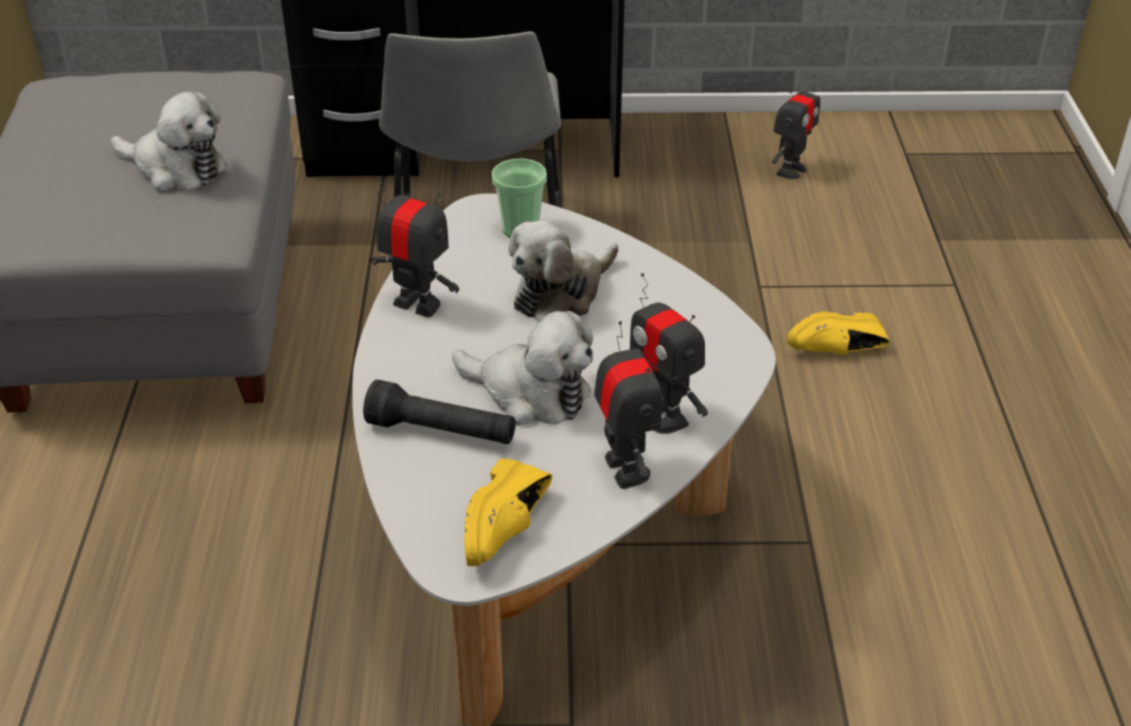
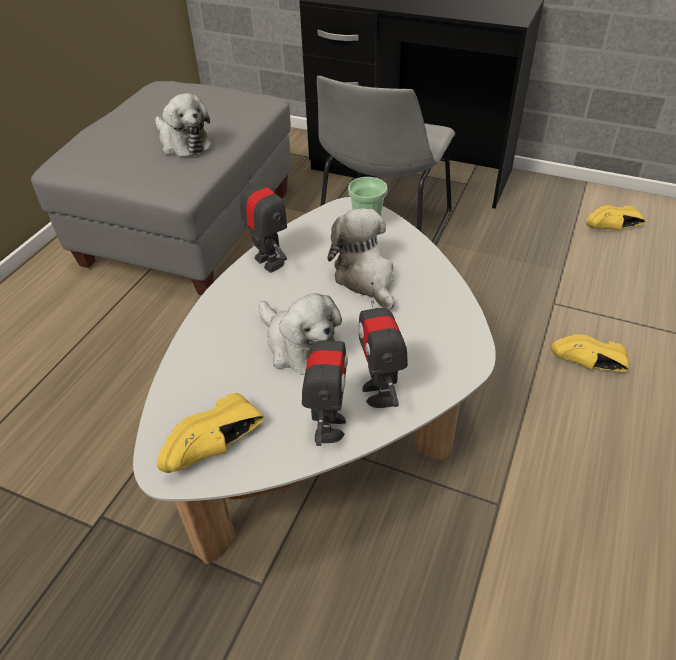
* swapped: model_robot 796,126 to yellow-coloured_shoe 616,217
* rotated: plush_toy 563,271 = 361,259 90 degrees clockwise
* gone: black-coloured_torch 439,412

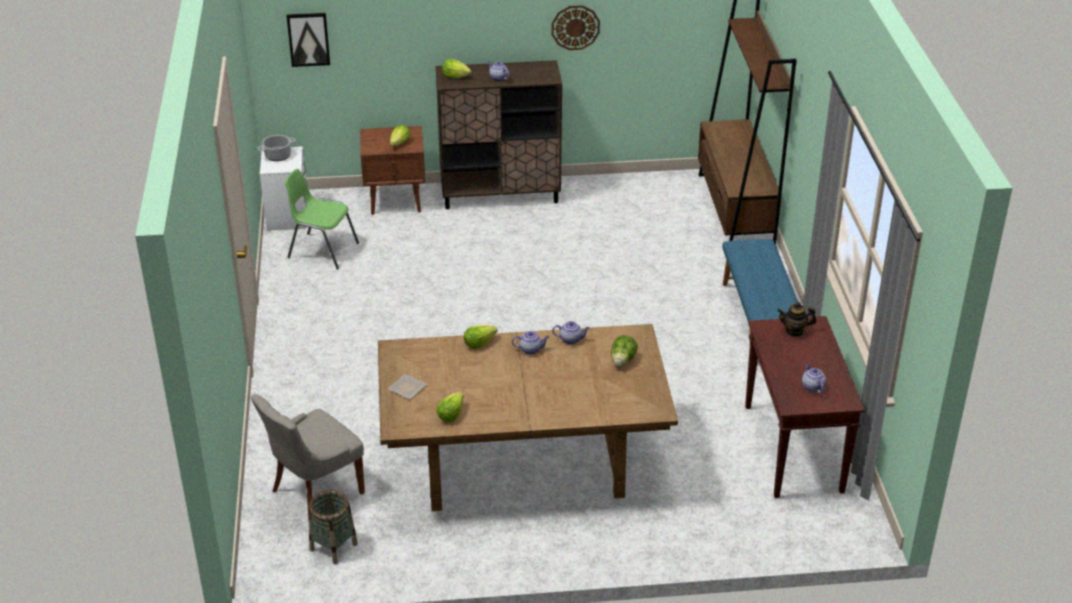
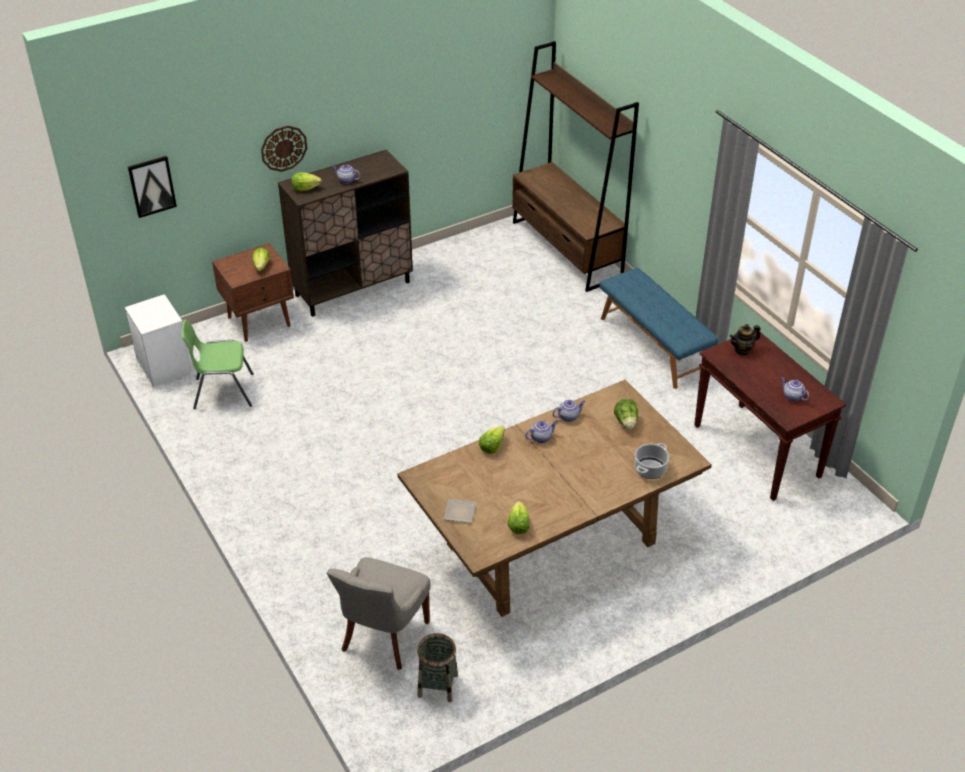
* shifted: hanging_clock 576,27 to 284,149
* shifted: cooking_pot 276,148 to 652,461

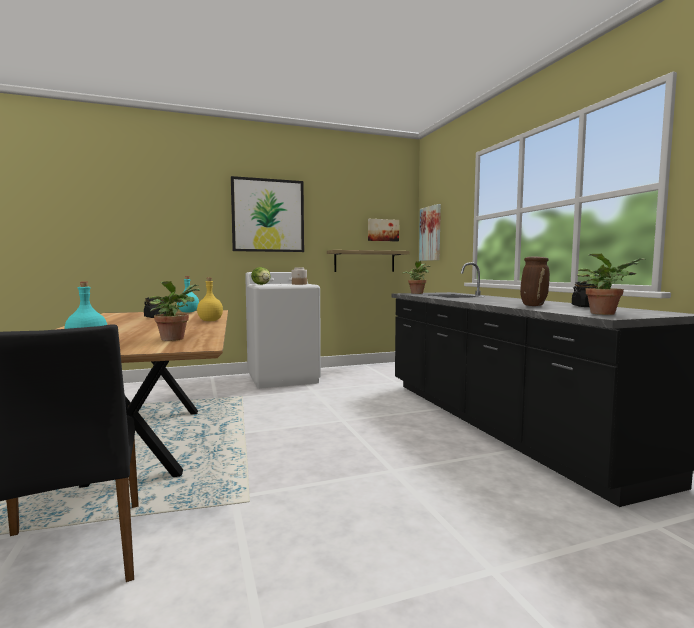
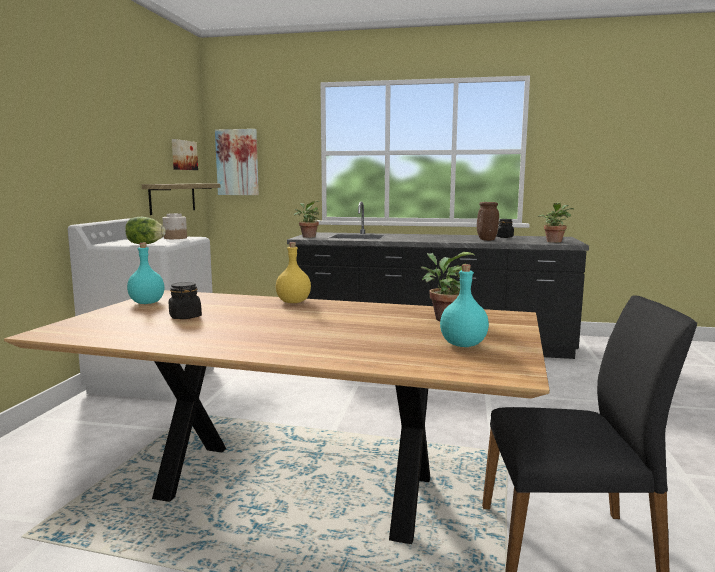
* gone: picture 267,214

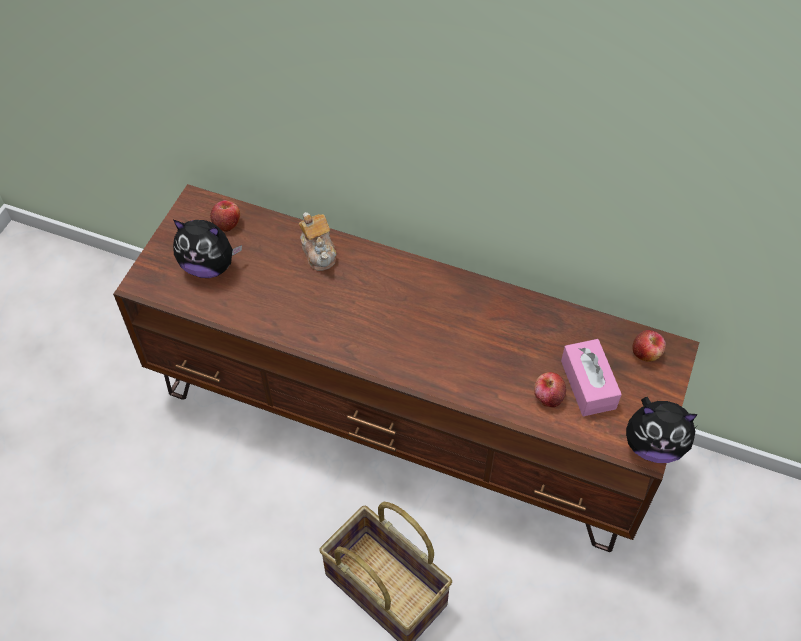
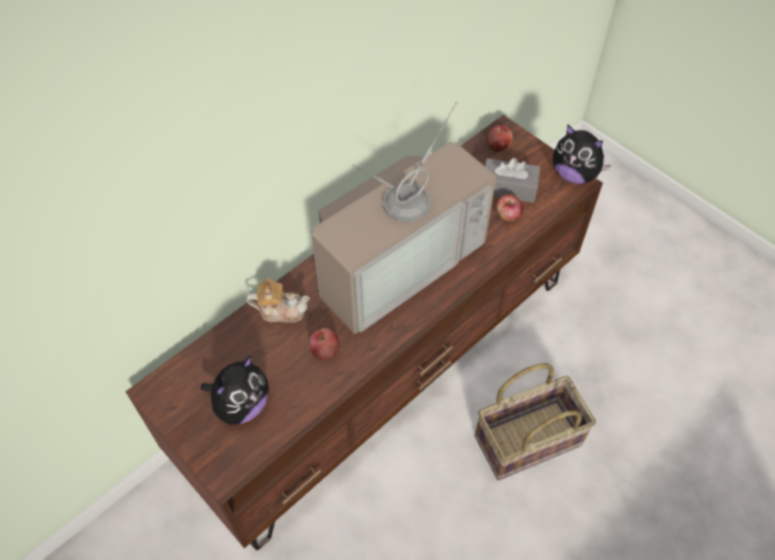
* shifted: whole_apple 225,216 to 324,344
* repainted: pink_tissue_box 591,377 to gray_tissue_box 512,180
* rotated: plush_toy 662,430 = 582,154 90 degrees clockwise
* new: TV_set 403,218

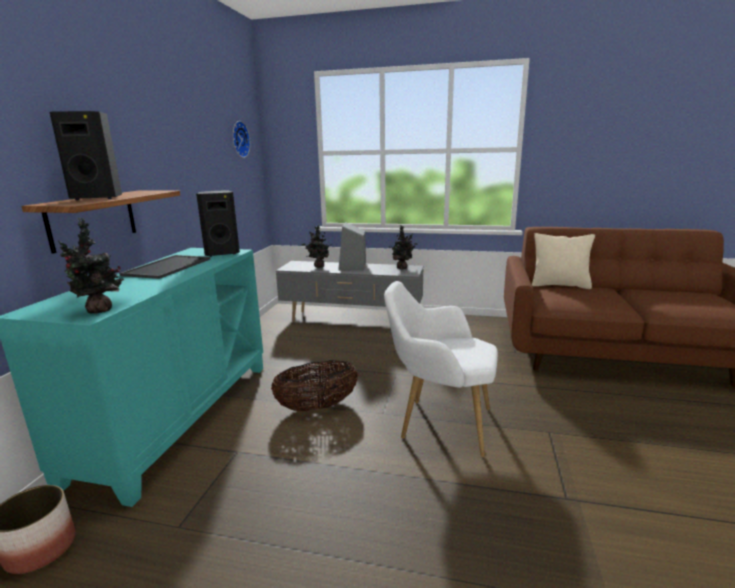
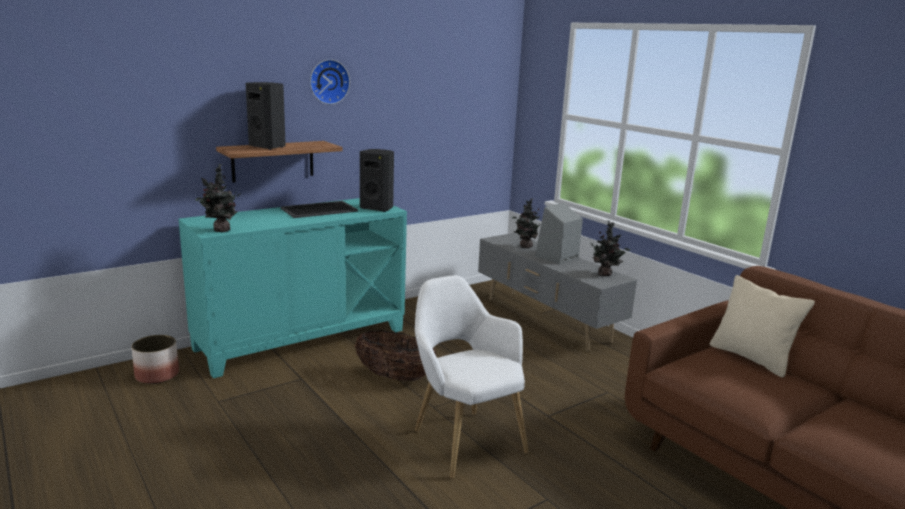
* shifted: hanging_clock 242,139 to 330,82

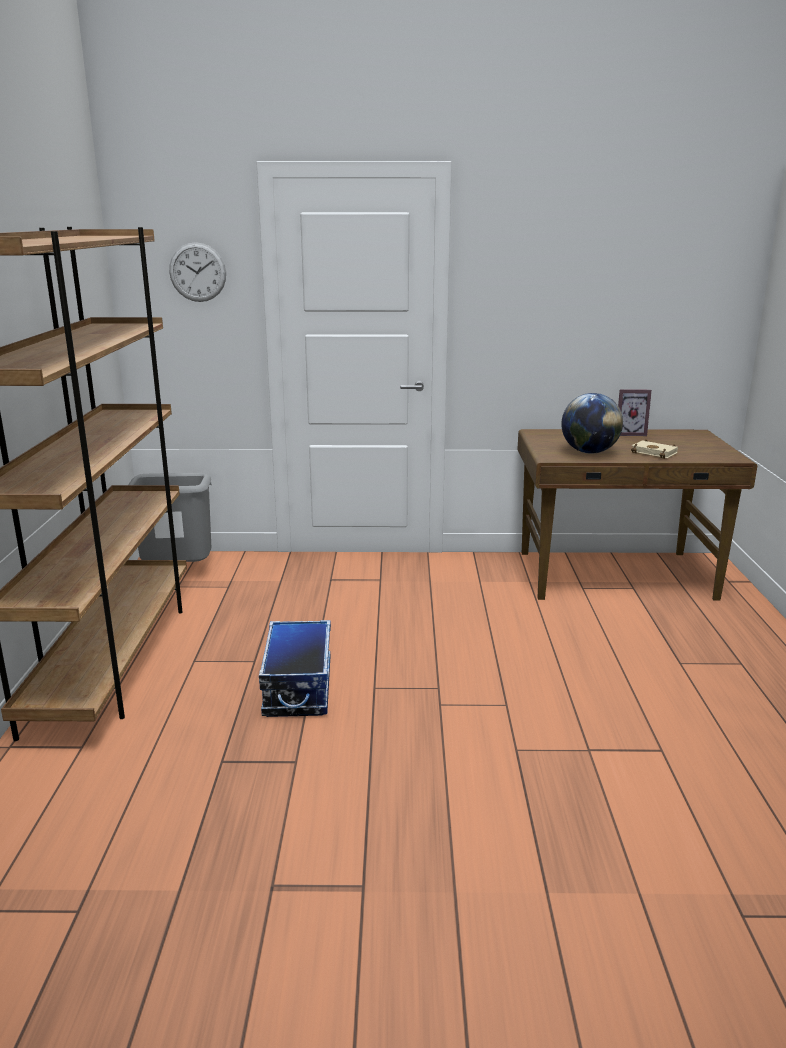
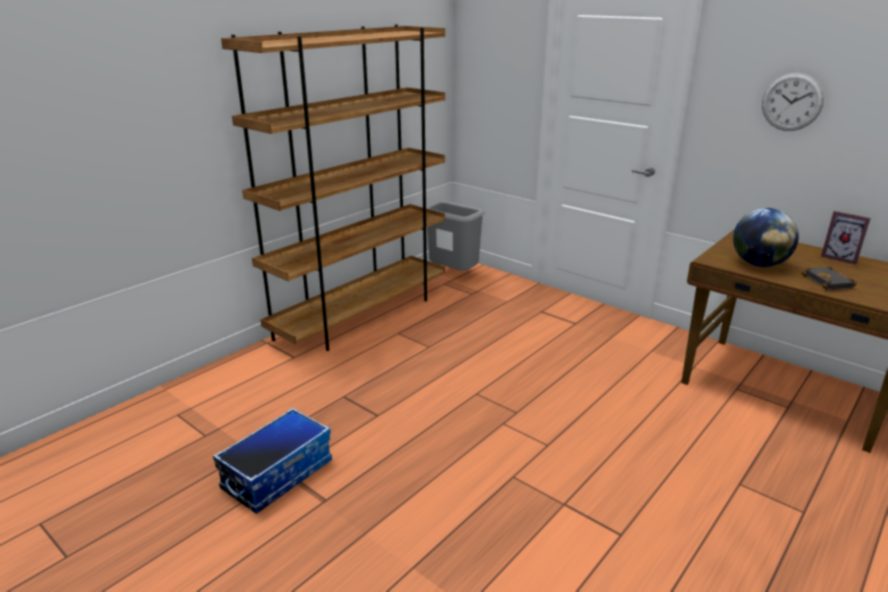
* shifted: hanging_clock 197,272 to 793,102
* repainted: beige-coloured_volume 654,449 to black-coloured_volume 829,278
* shifted: storage_box 295,668 to 272,461

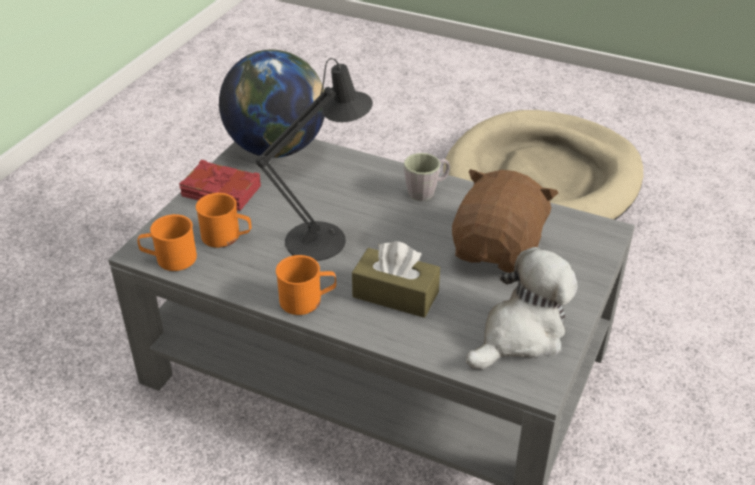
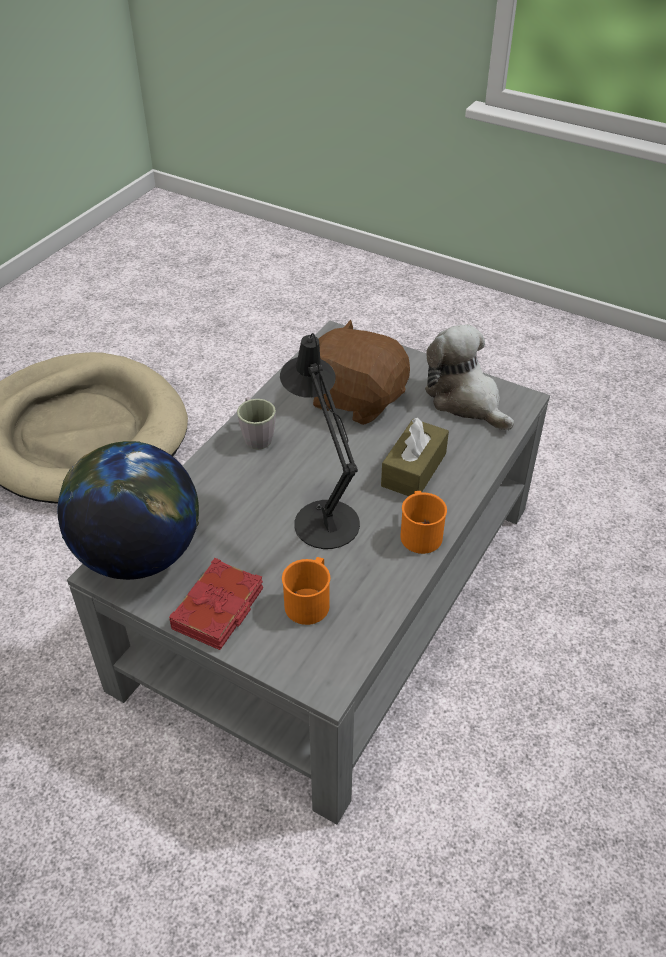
* gone: orange-coloured_coffee_mug 167,242

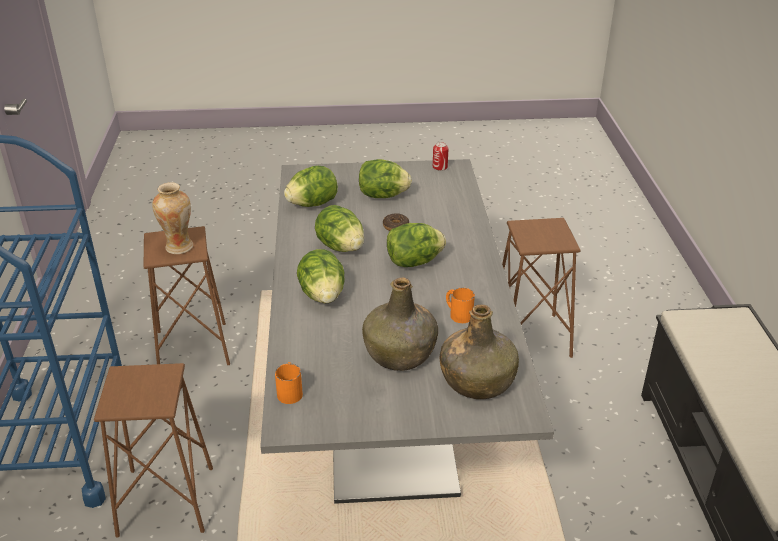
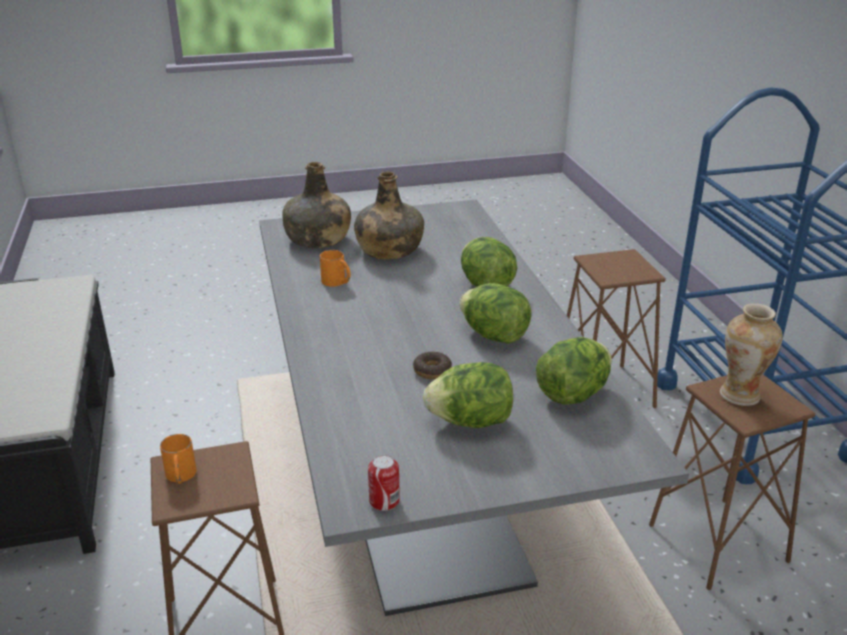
* gone: lettuce_head 416,245
* shifted: orange-coloured_coffee_mug 289,383 to 178,459

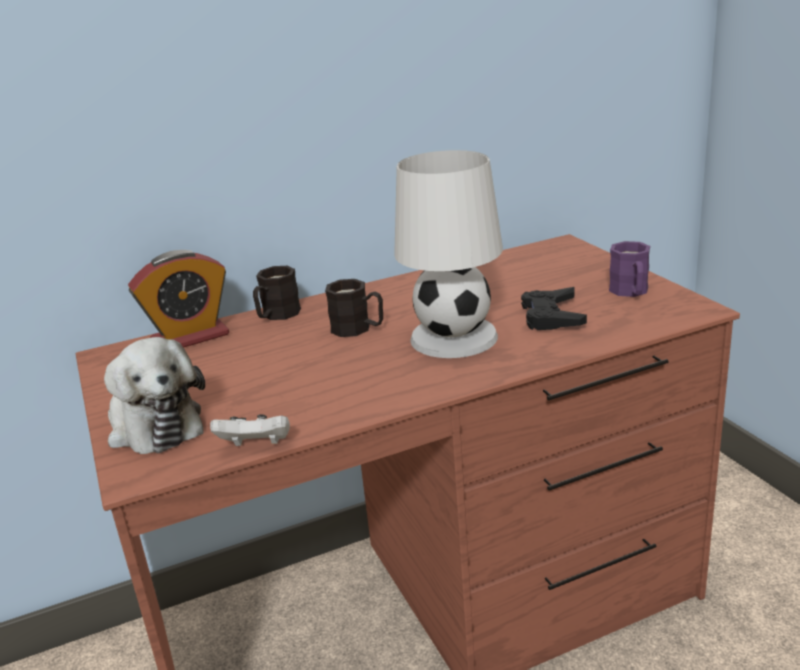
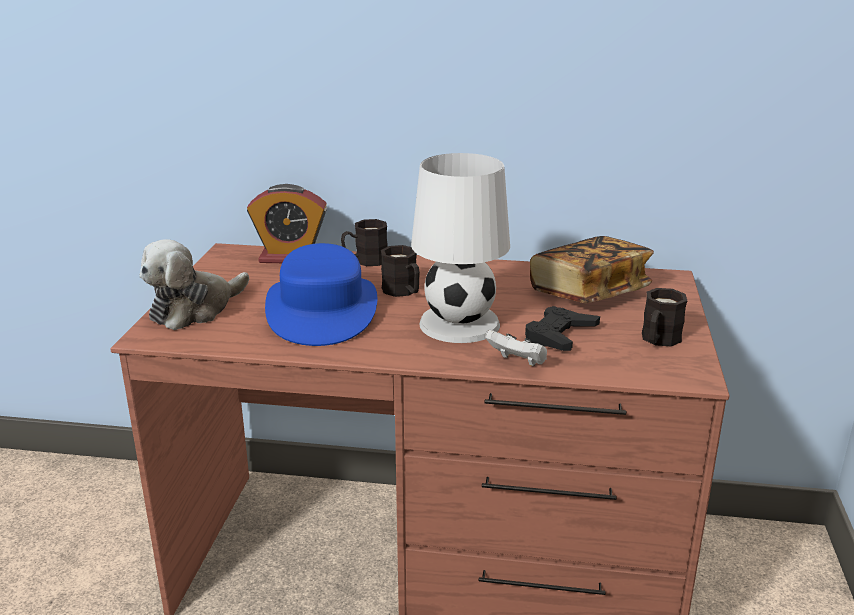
* repainted: purplish_coffee_mug 629,269 to black-coloured_coffee_mug 664,317
* rotated: plush_toy 154,395 = 194,284 45 degrees clockwise
* shifted: whitish_gamepad 250,430 to 516,348
* new: volume 592,269
* new: blue-coloured_wearable_hat 321,294

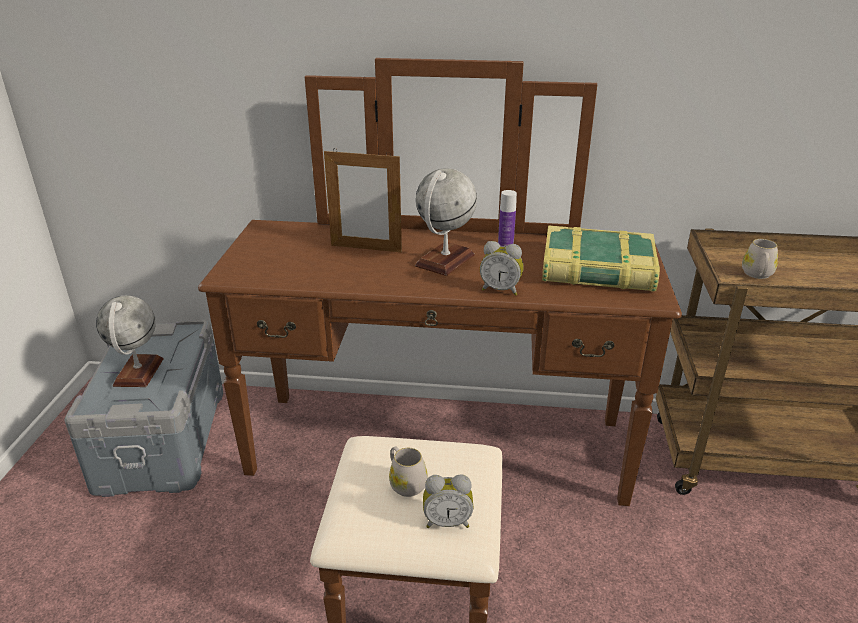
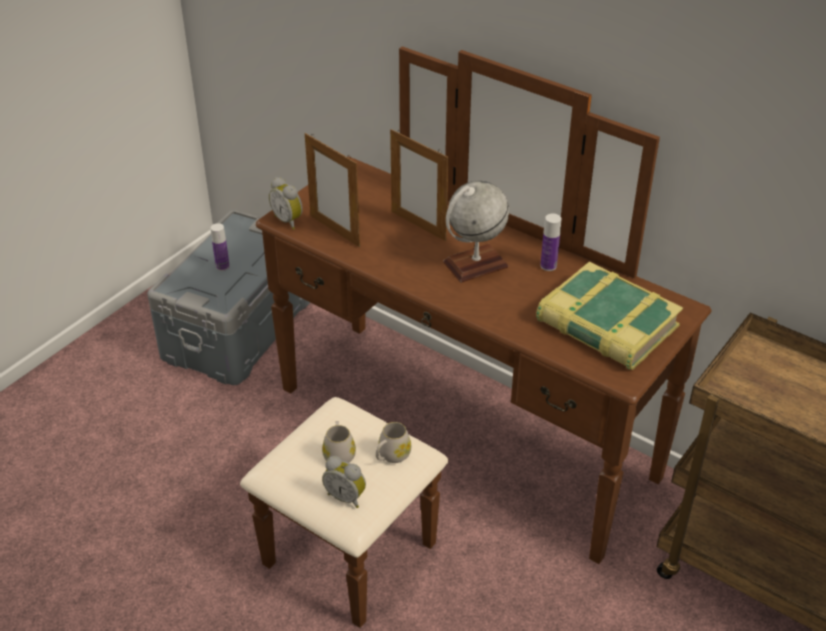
* shifted: whitish_coffee_mug 760,259 to 393,442
* shifted: bedside_clock 502,268 to 286,203
* swapped: globe 129,341 to bottle 220,247
* new: picture_frame 332,190

